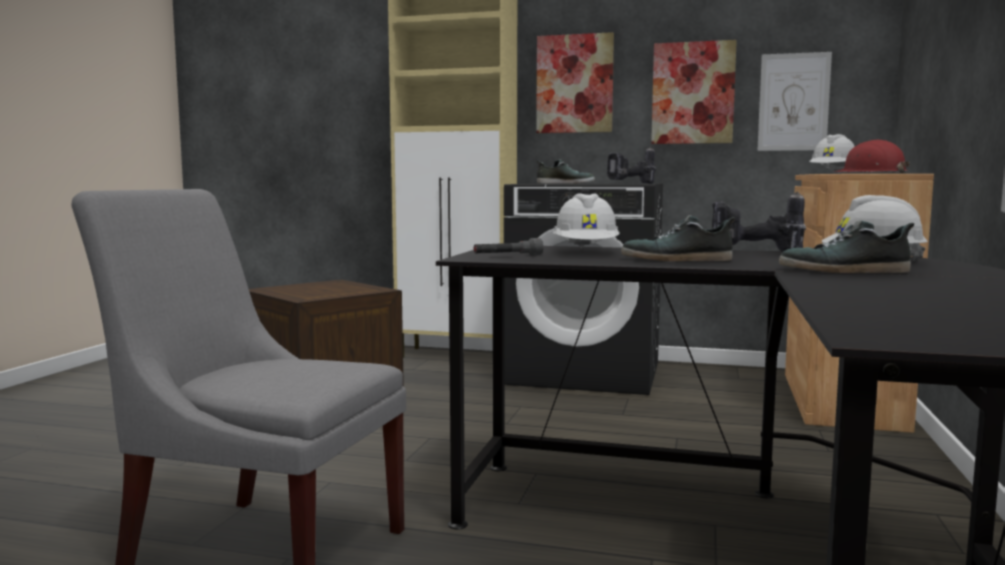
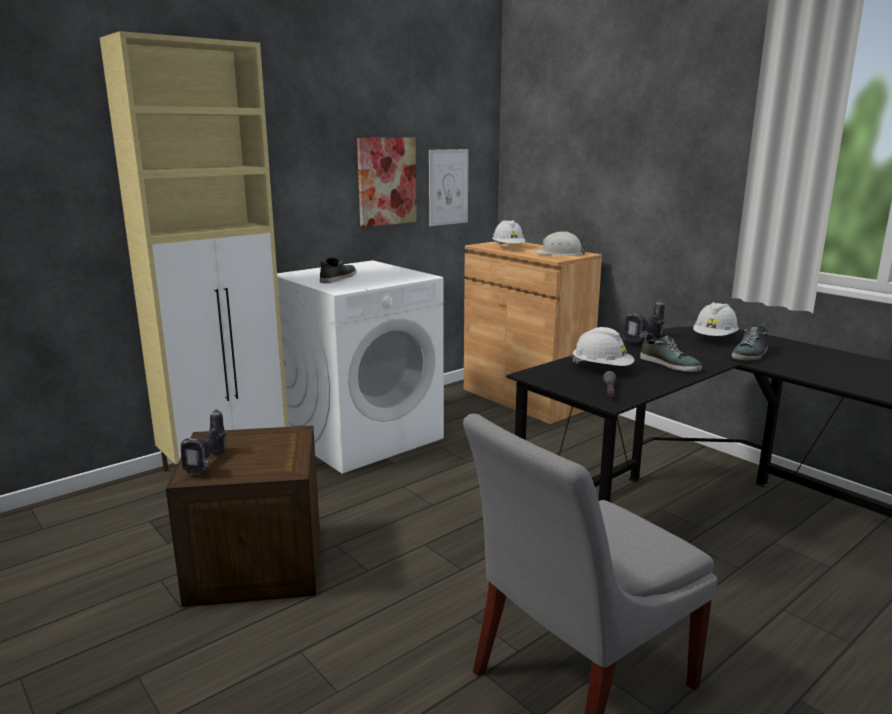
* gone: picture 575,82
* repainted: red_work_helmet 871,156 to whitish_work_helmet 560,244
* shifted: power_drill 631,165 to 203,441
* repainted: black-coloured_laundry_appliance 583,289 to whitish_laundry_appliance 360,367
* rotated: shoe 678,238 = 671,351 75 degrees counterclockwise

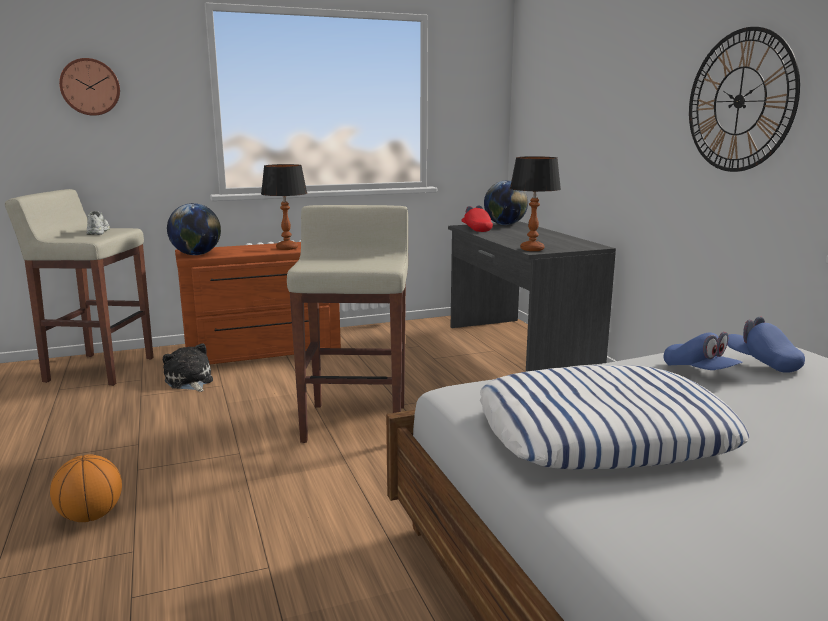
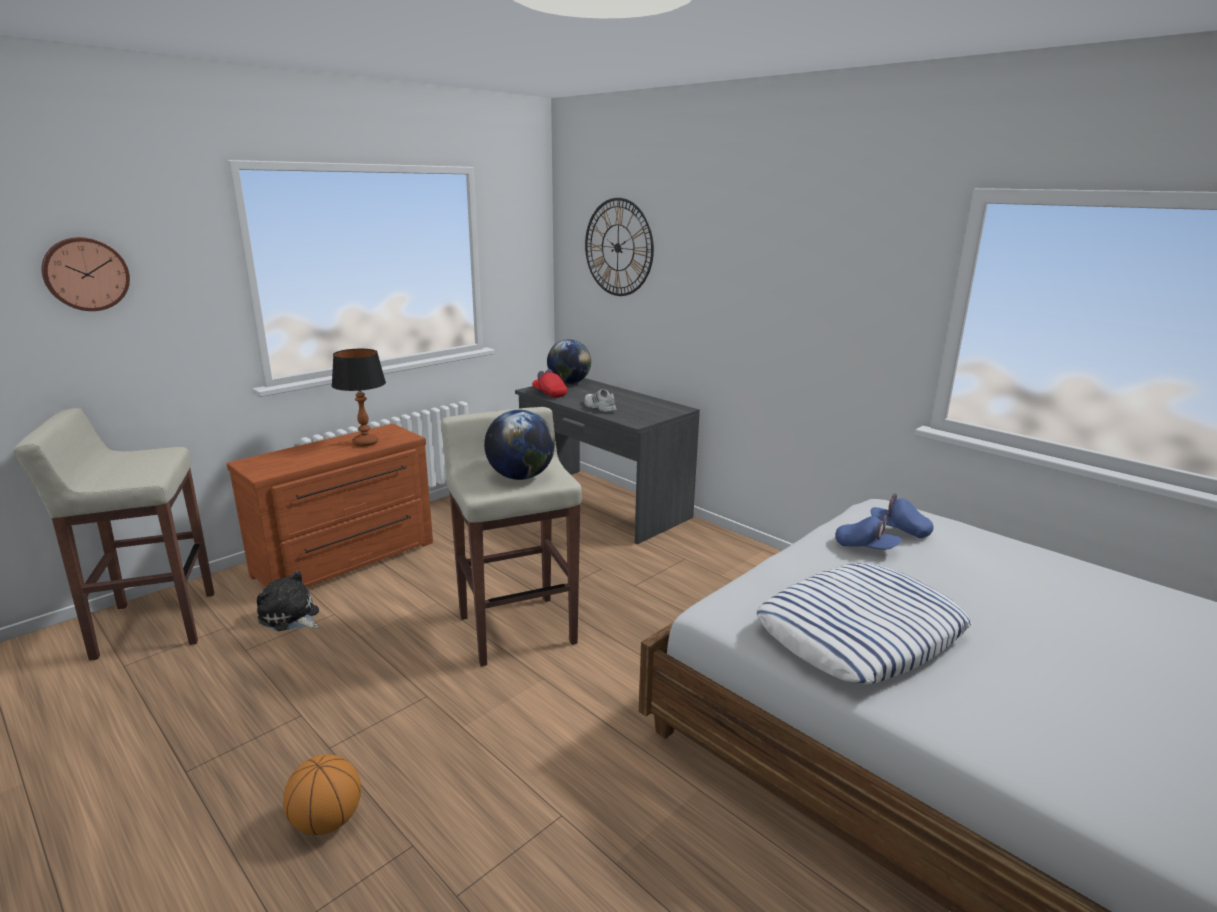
* shifted: hanging_clock 744,99 to 619,247
* gone: table_lamp 535,203
* shifted: globe 194,229 to 519,445
* shifted: whitish_shoe 98,223 to 600,400

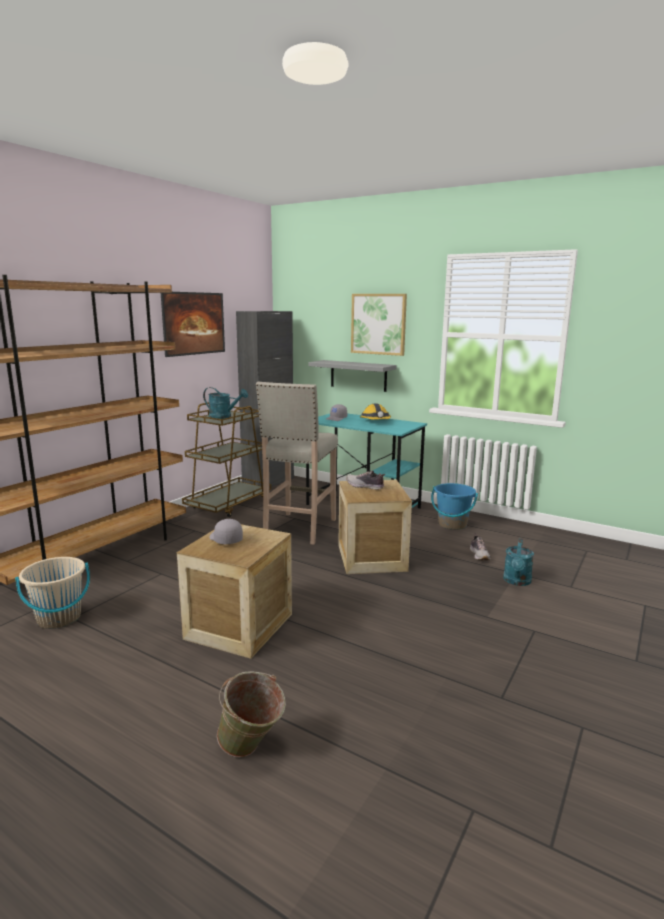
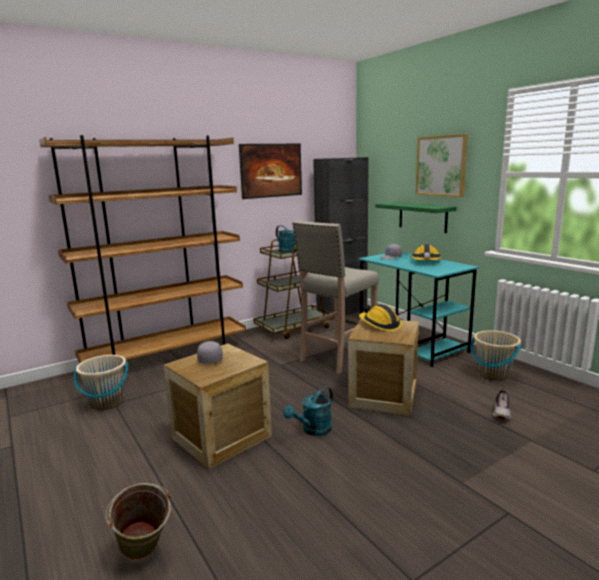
* repainted: gray_bracket_shelf 353,376 to green_bracket_shelf 416,217
* swapped: shoe 365,480 to work_helmet 380,318
* repainted: blue-coloured_bucket 454,506 to beige-coloured_bucket 495,355
* shifted: turquoise_watering_pot 518,562 to 308,411

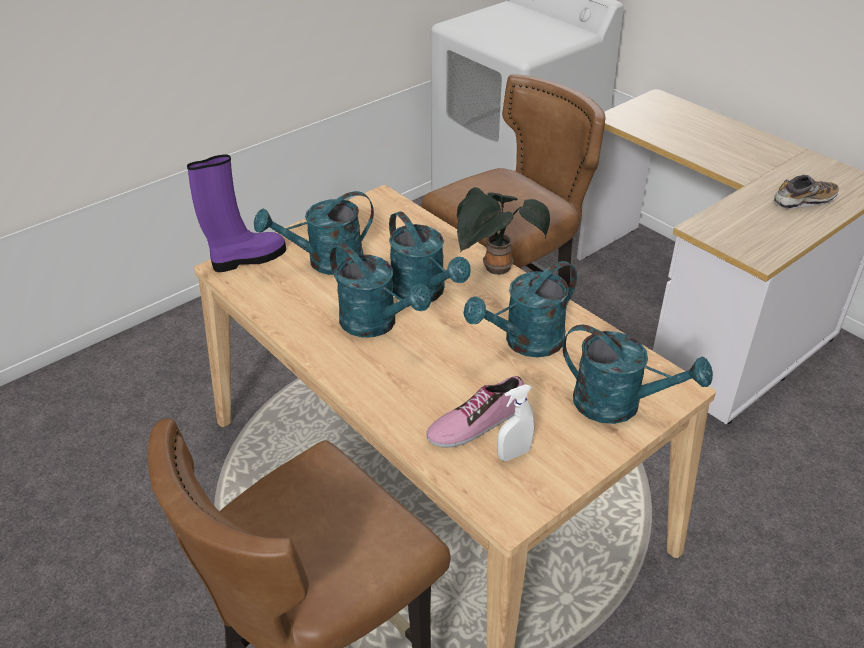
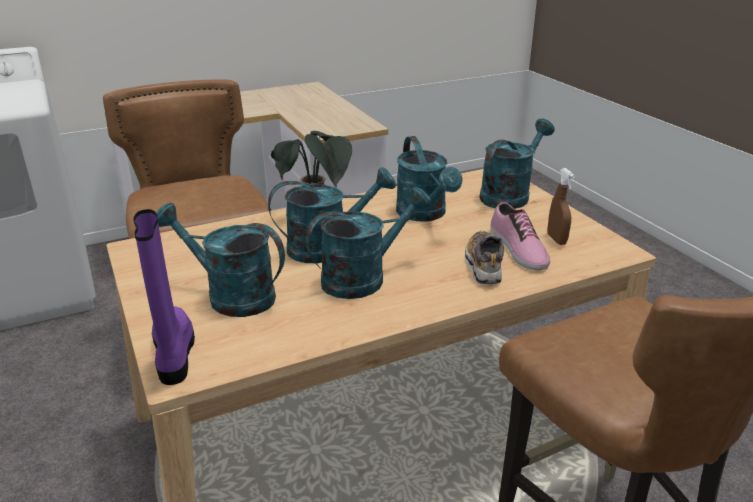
* shifted: shoe 806,192 to 484,258
* rotated: turquoise_watering_pot 314,233 = 220,260 120 degrees clockwise
* repainted: whitish_spray_bottle 515,423 to brownish_spray_bottle 561,206

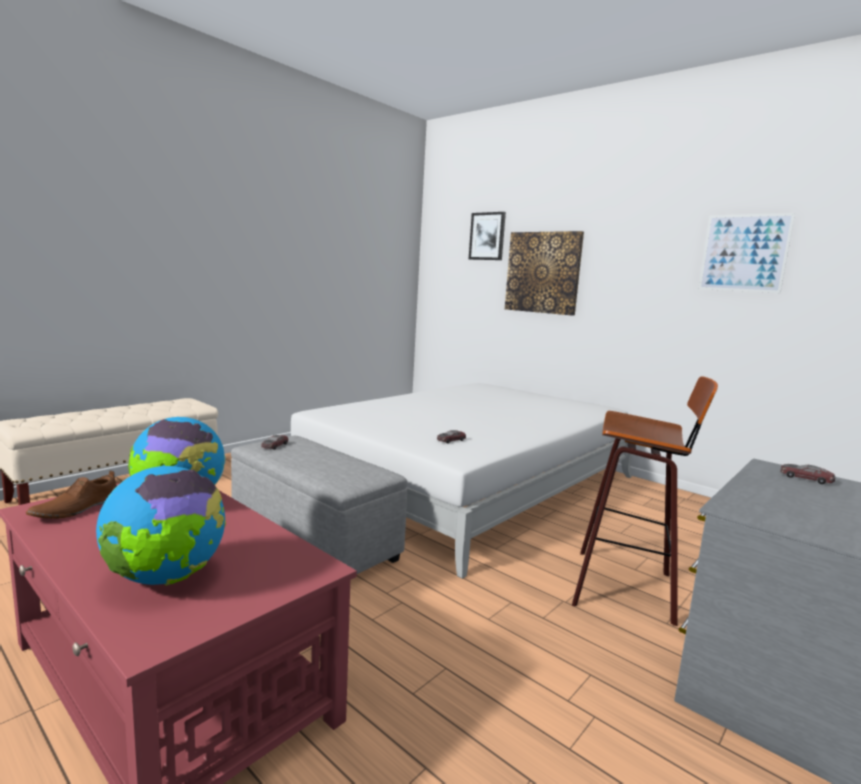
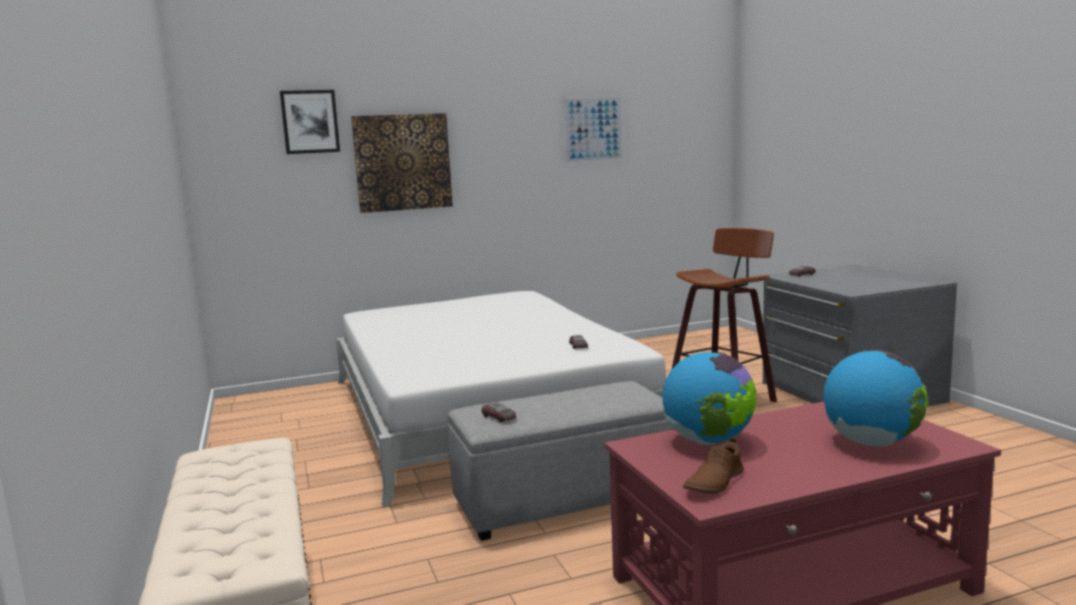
* rotated: brownish_shoe 71,495 = 713,465 75 degrees clockwise

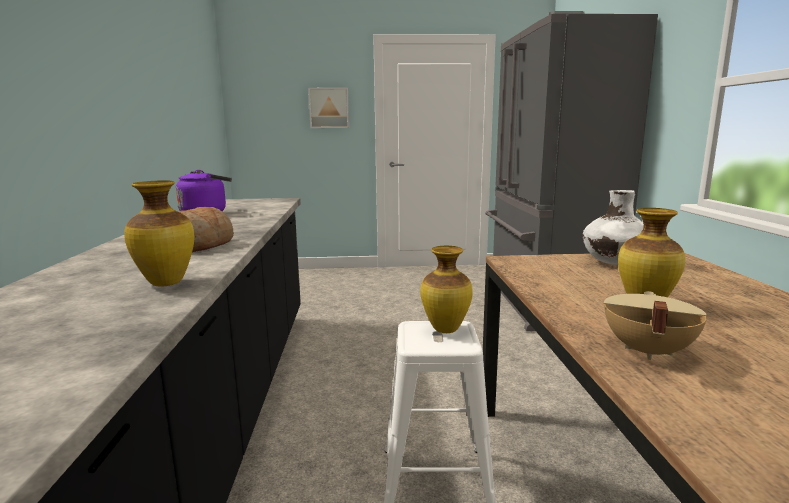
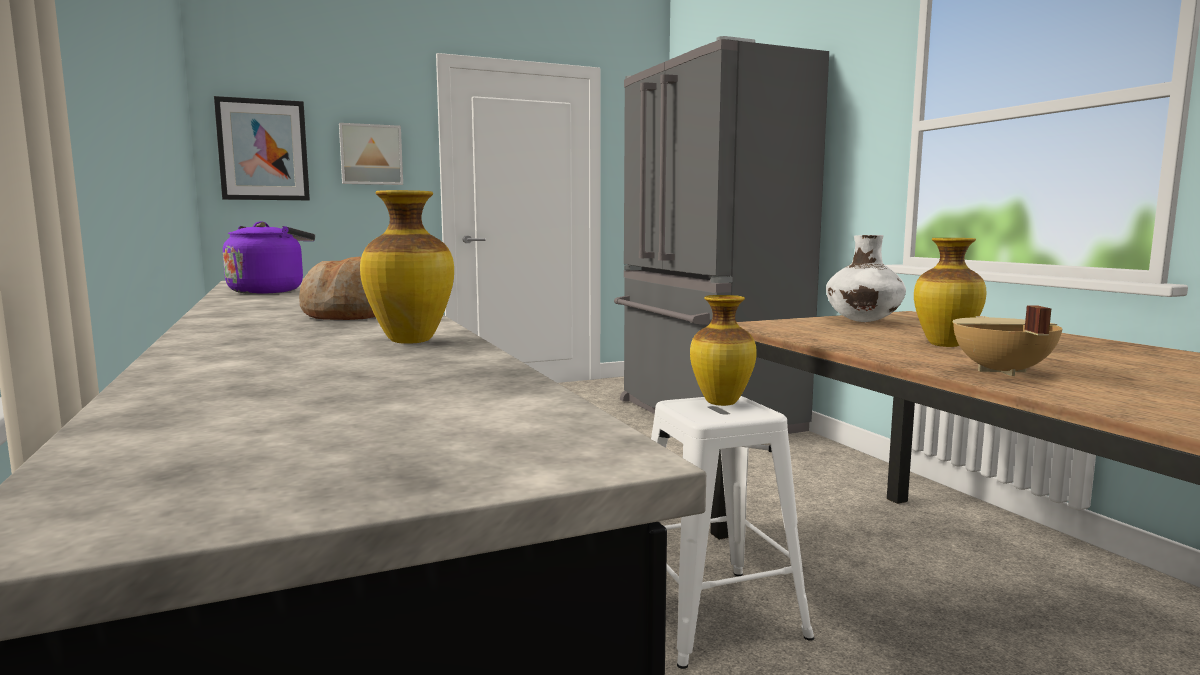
* new: picture 262,148

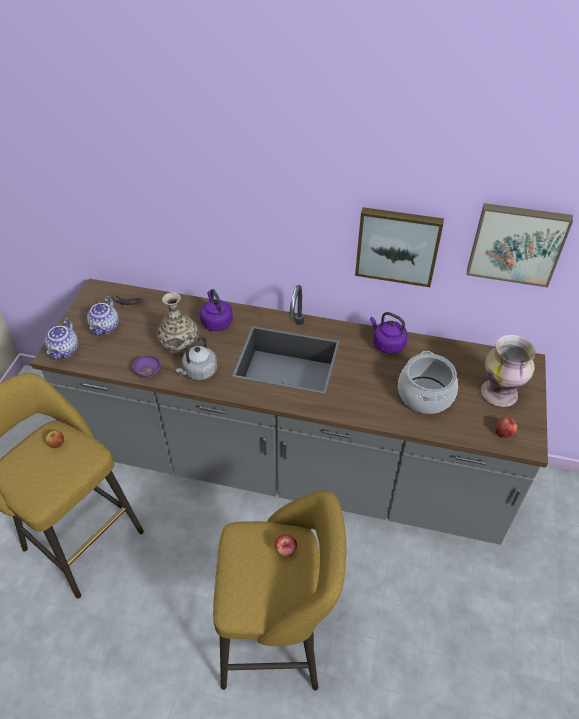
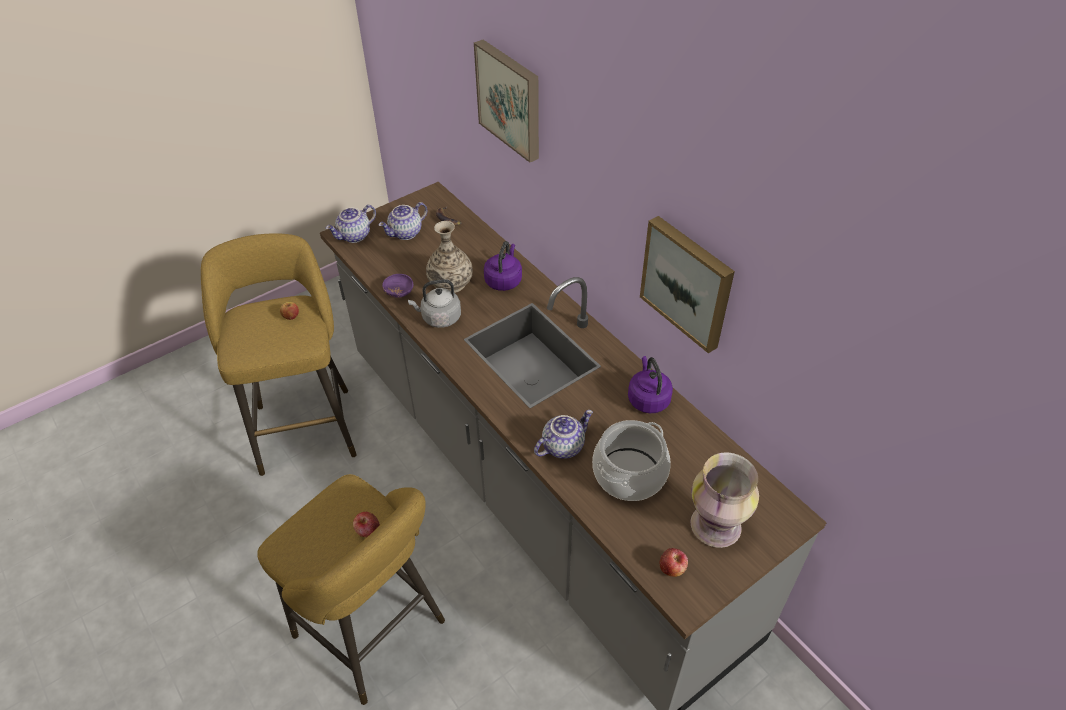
* shifted: picture 519,245 to 506,101
* new: teapot 563,434

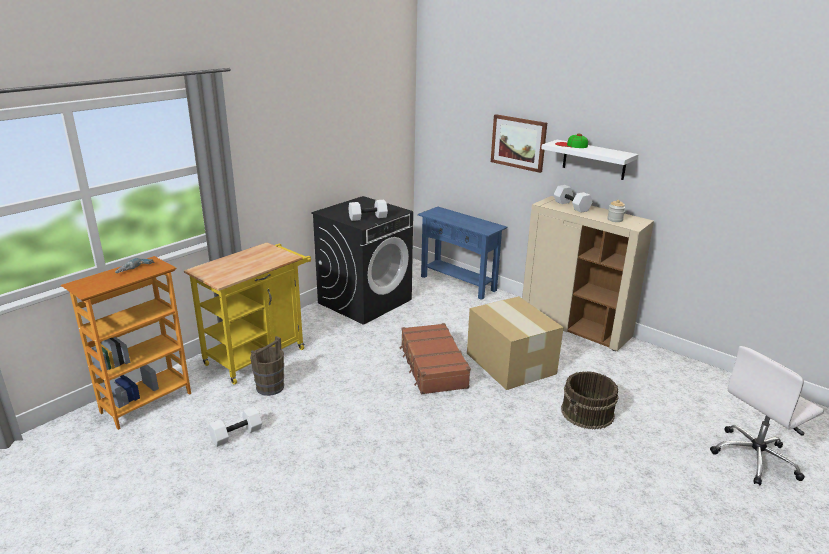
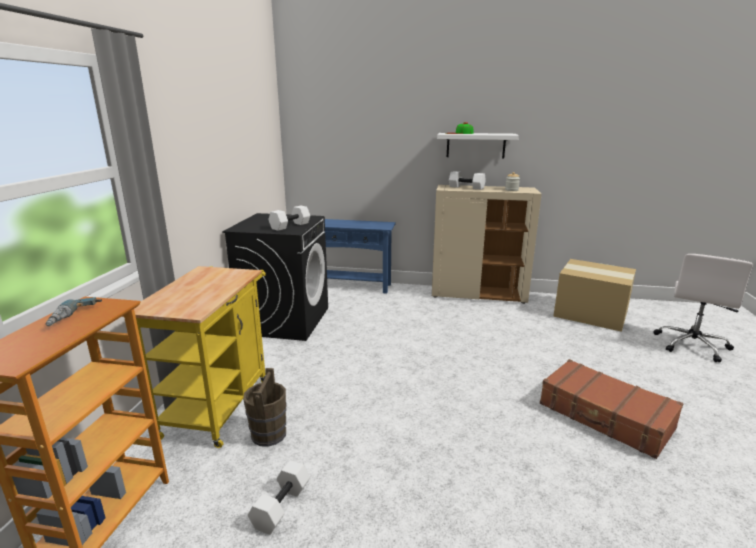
* gone: picture 519,143
* shifted: carton 515,343 to 594,295
* shifted: brownish_travel_case 435,358 to 611,409
* gone: brownish_bucket 590,400

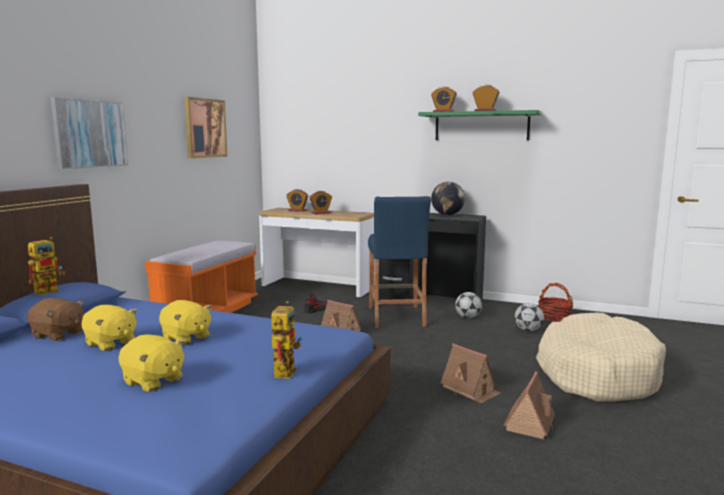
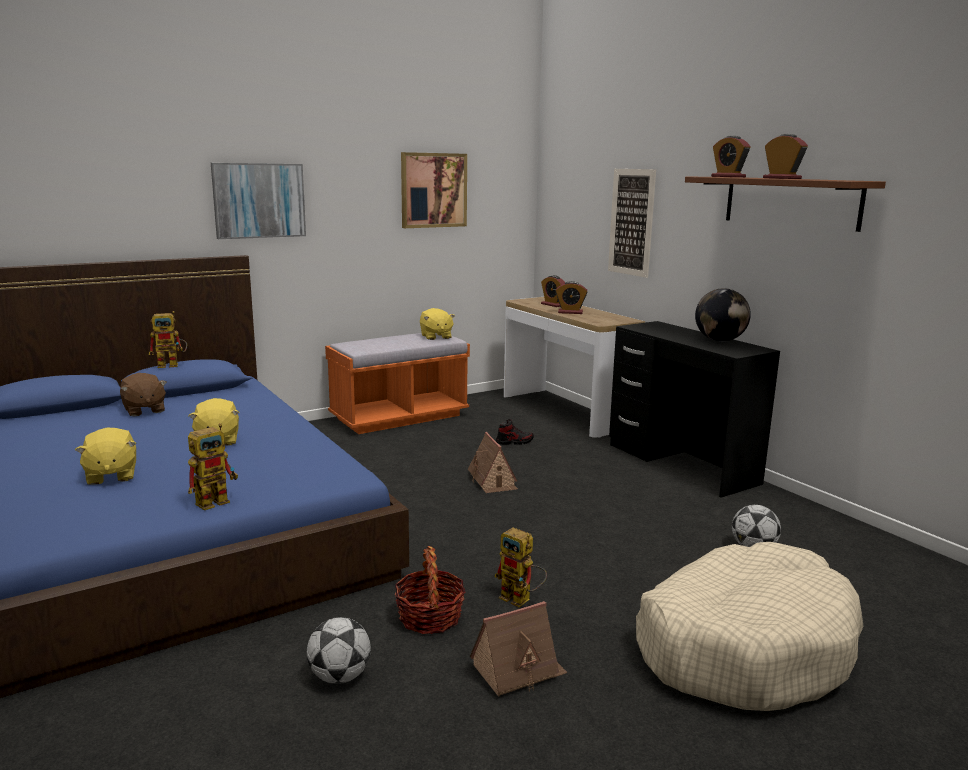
* repainted: green_bracket_shelf 480,125 to brownish_bracket_shelf 785,204
* gone: blue-coloured_stool_seat 399,262
* shifted: household_basket 556,302 to 429,590
* shifted: football 468,305 to 339,650
* shifted: yellow-coloured_plush_toy 109,328 to 437,324
* swapped: model_house 471,373 to model_robot 520,567
* new: picture 632,223

